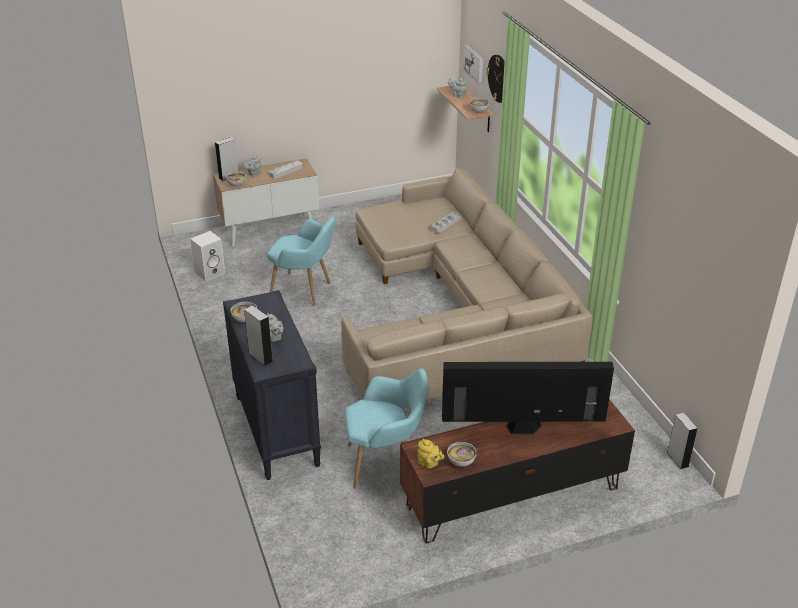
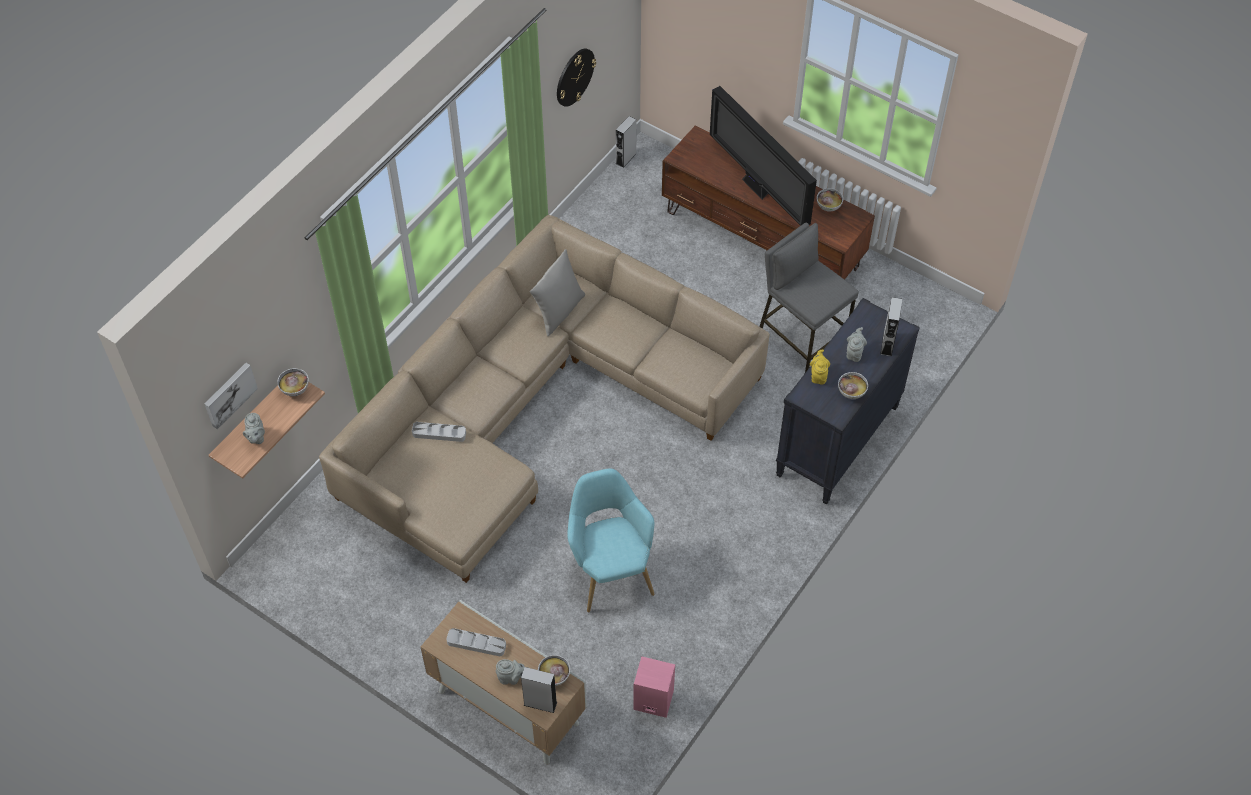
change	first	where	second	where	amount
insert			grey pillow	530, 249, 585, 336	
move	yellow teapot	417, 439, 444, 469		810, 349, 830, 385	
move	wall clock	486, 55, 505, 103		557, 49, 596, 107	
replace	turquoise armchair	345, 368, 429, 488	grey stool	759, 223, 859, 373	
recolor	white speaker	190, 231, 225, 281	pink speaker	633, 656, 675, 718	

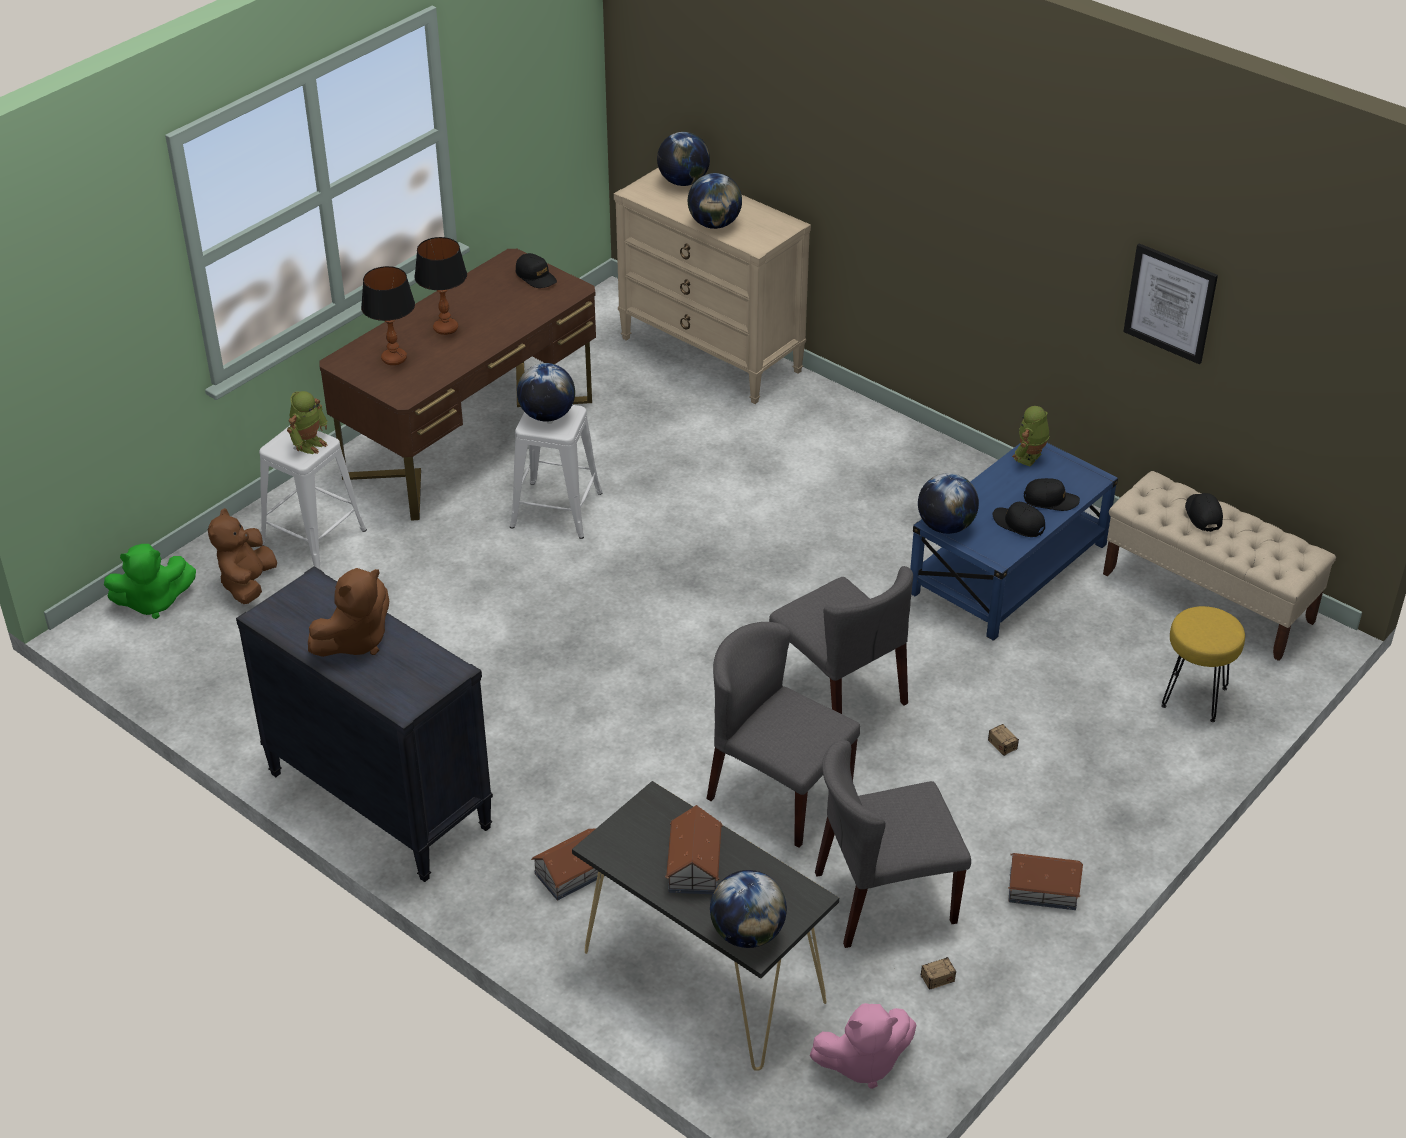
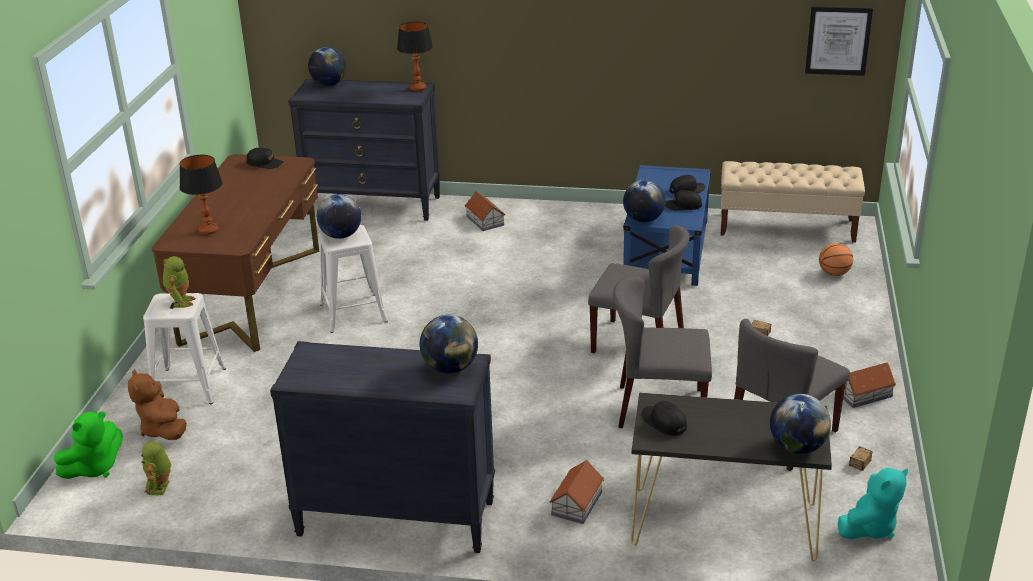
change	first	where	second	where	amount
delete	brown plush toy	308, 568, 389, 657			
move	table lamp	414, 237, 467, 335		397, 22, 433, 91	
move	toy house	665, 805, 723, 894		465, 191, 505, 231	
move	globe	688, 173, 742, 229		420, 315, 478, 373	
move	toy robot	1012, 406, 1050, 467		141, 442, 171, 495	
move	picture	1123, 243, 1218, 364		805, 6, 873, 76	
move	black cap	1185, 493, 1223, 532		642, 401, 687, 436	
replace	yellow stool	1161, 606, 1245, 722	basketball	819, 243, 853, 276	
recolor	beige dresser	614, 168, 811, 404	black dresser	288, 79, 440, 221	
recolor	pink plush toy	810, 1003, 916, 1089	turquoise plush toy	838, 467, 908, 539	

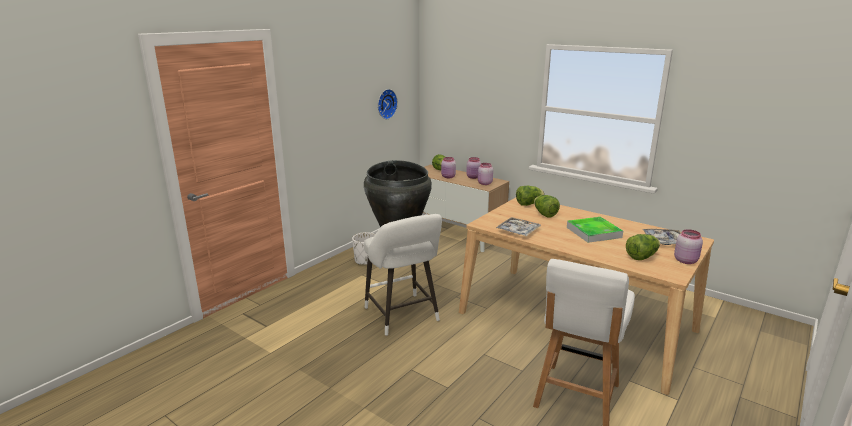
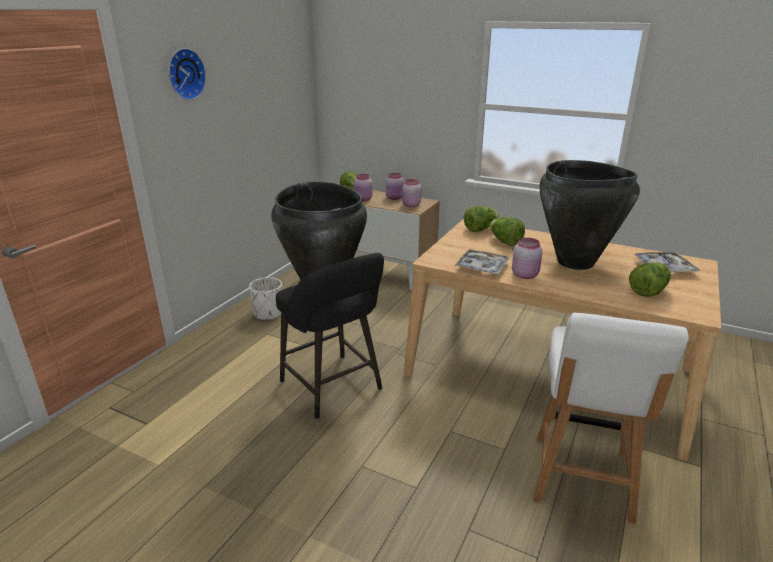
change	first	where	second	where	amount
move	wall clock	378, 89, 398, 119		168, 48, 206, 100	
move	pink jar	674, 229, 703, 264		512, 238, 542, 279	
replace	tray	567, 217, 623, 243	black vase	540, 160, 640, 270	
recolor	white stool	364, 214, 442, 336	black stool	276, 253, 384, 419	

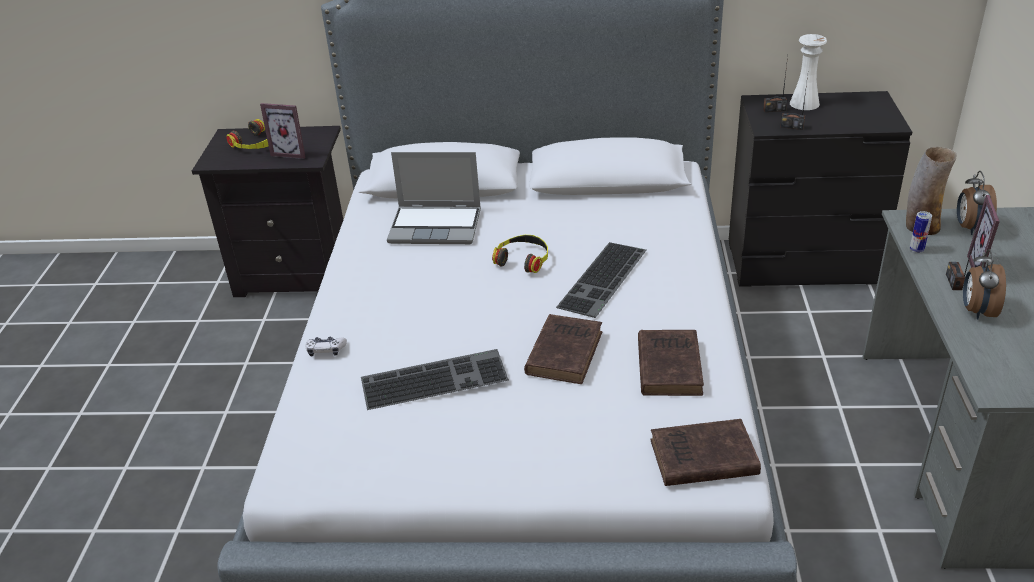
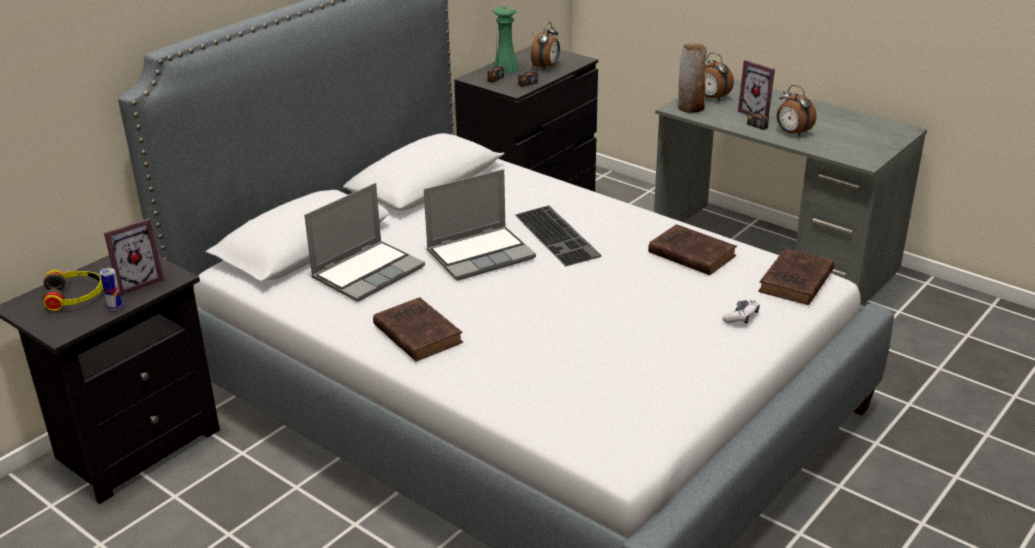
change	first	where	second	where	amount
delete	keyboard	361, 349, 509, 410			
insert			alarm clock	531, 22, 560, 70	
move	game controller	305, 337, 347, 357		722, 300, 760, 324	
move	brown book	524, 314, 602, 384		373, 297, 463, 362	
move	can	910, 211, 932, 253		100, 268, 123, 310	
replace	headphones	492, 235, 548, 273	laptop	424, 169, 536, 281	
recolor	white vase	790, 34, 827, 110	green vase	493, 6, 519, 73	

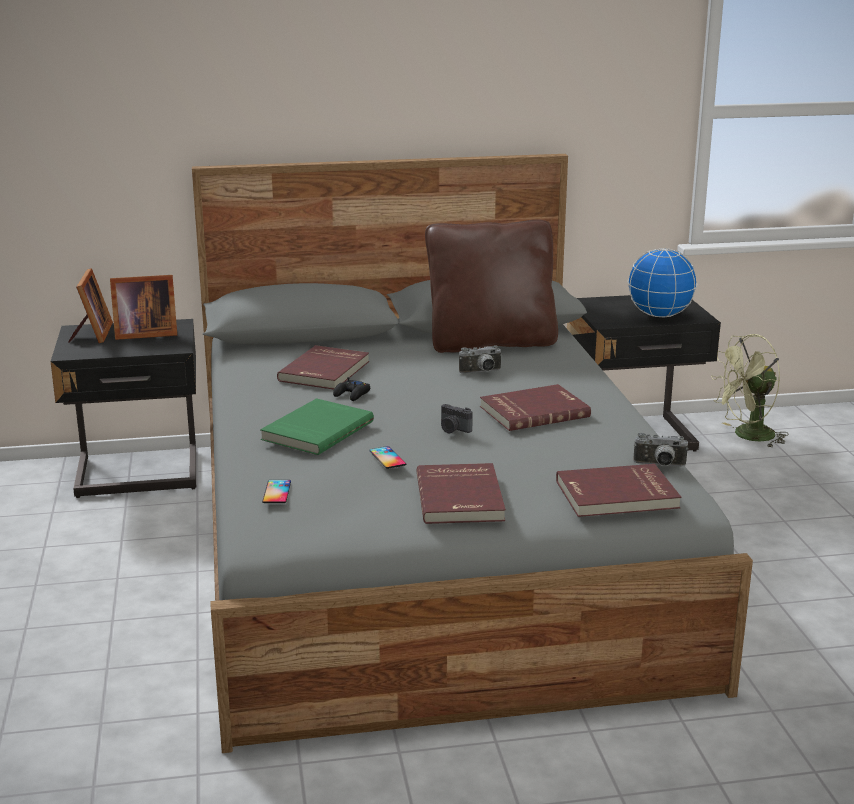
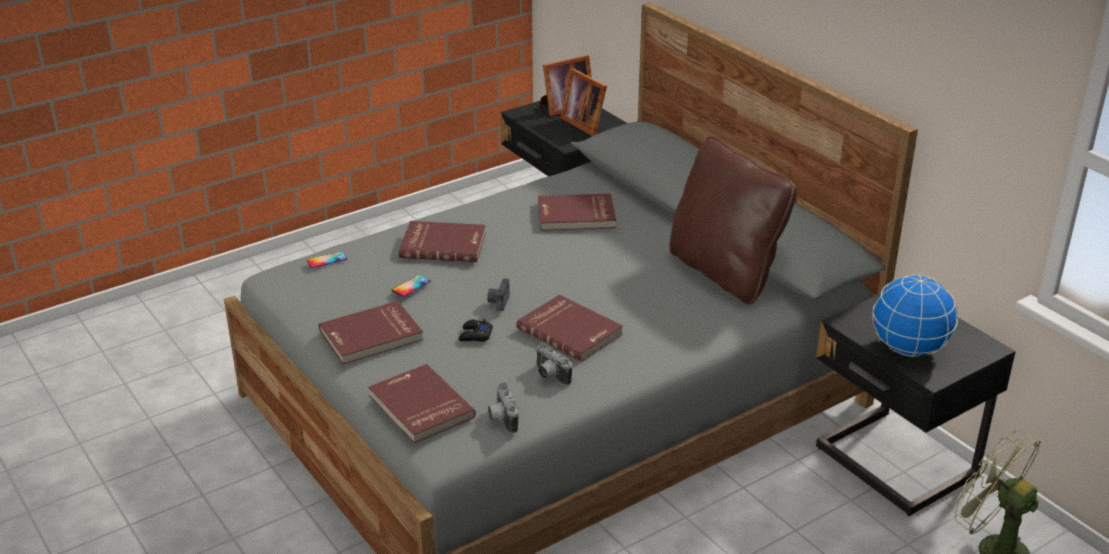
change	first	where	second	where	amount
move	black game controller	333, 377, 370, 401		459, 319, 493, 342	
move	photo camera	459, 345, 501, 374		536, 342, 572, 385	
recolor	green book	260, 398, 374, 455	red book	399, 221, 486, 262	

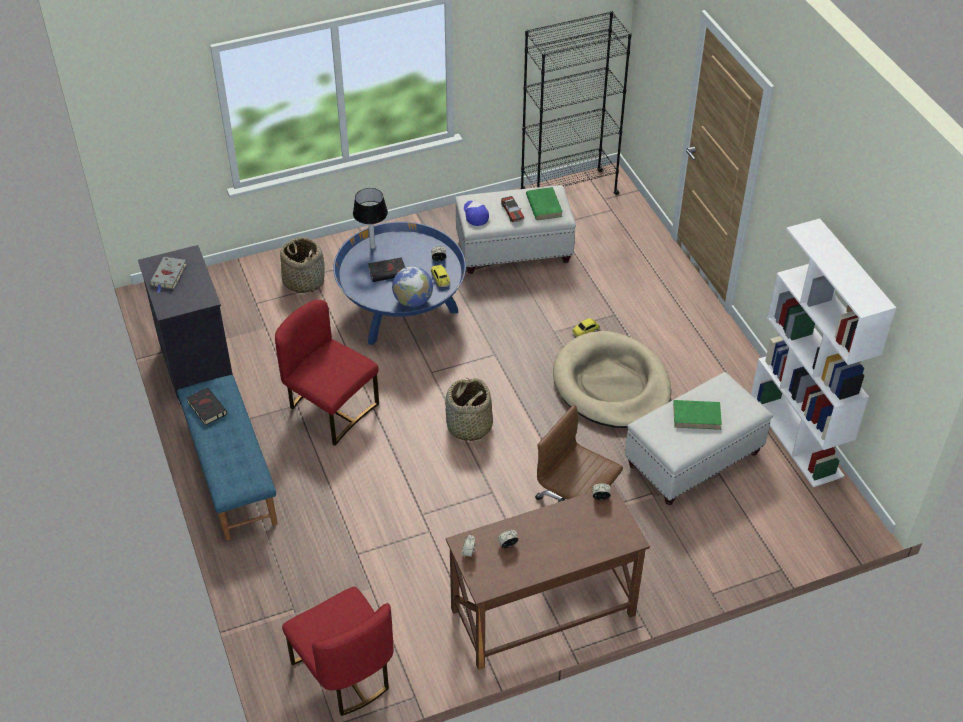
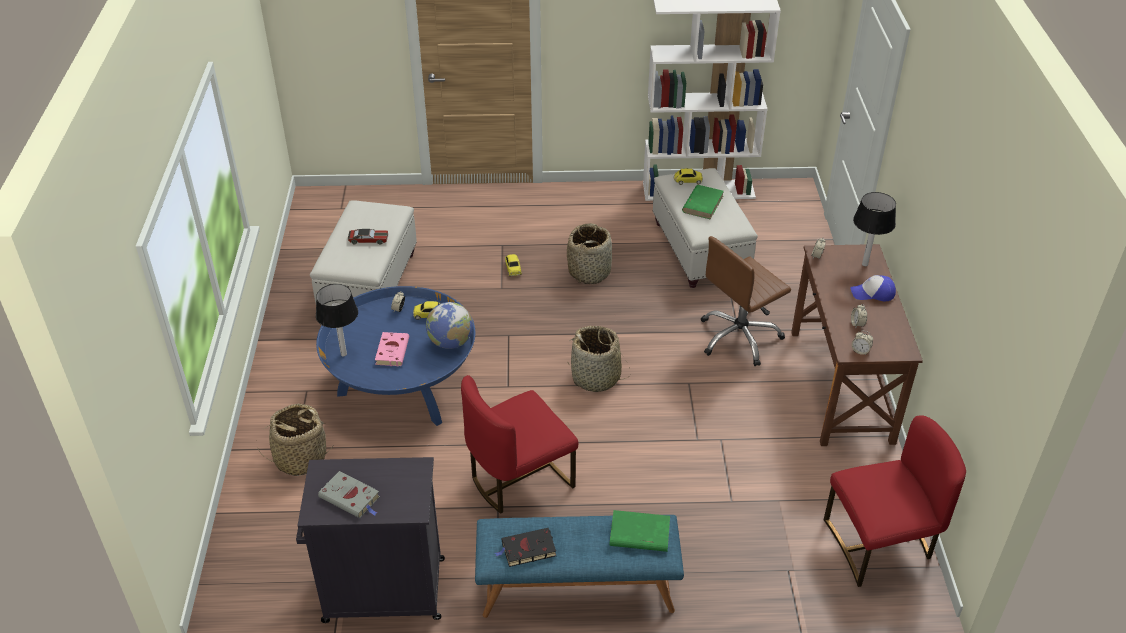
change	first	where	second	where	amount
delete	black bookcase	521, 11, 632, 195			
insert			toy car	674, 168, 703, 185	
insert			table lamp	853, 192, 896, 266	
move	cap	464, 201, 489, 226		850, 275, 896, 301	
move	green book	526, 187, 563, 220		609, 510, 670, 552	
replace	beige dog bed	553, 331, 671, 428	basket	567, 223, 612, 284	
recolor	black book	368, 257, 405, 282	pink book	375, 332, 409, 367	

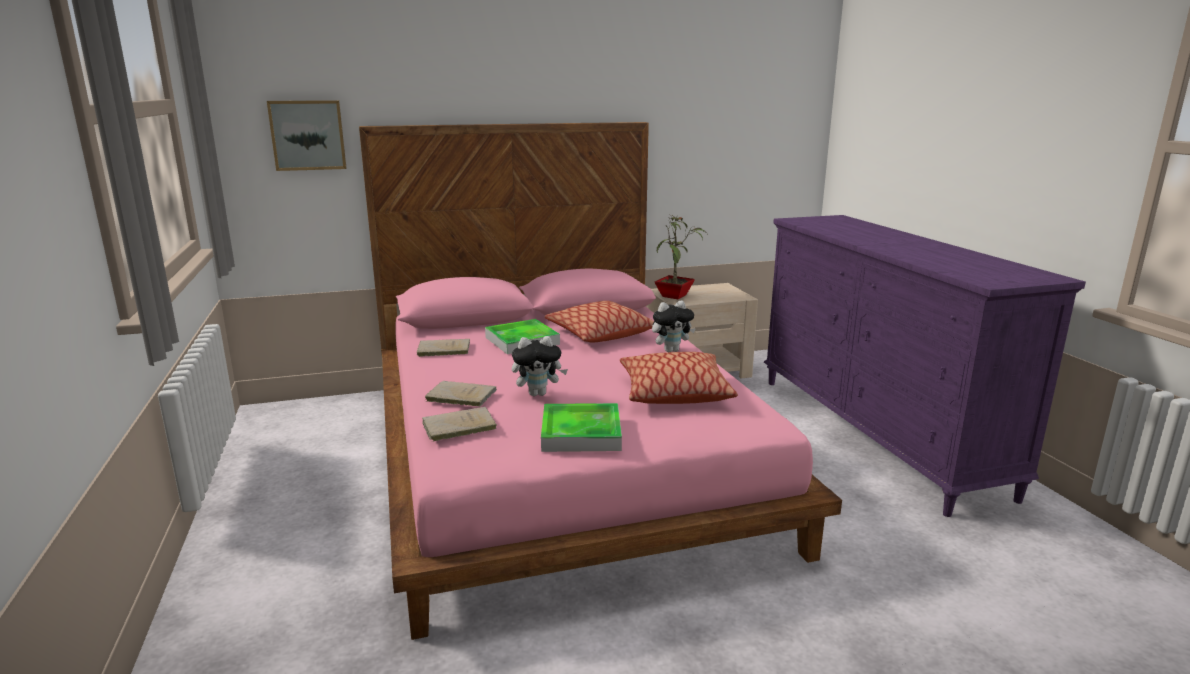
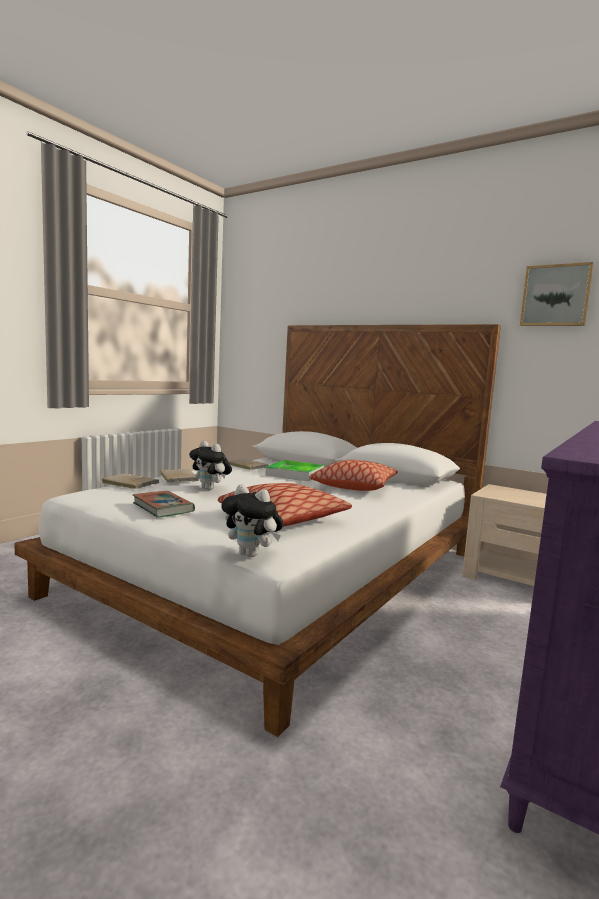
change	first	where	second	where	amount
delete	potted plant	654, 215, 708, 299			
move	picture	267, 100, 346, 171		520, 262, 594, 326	
move	plush toy	652, 301, 696, 352		221, 485, 283, 557	
replace	tray	541, 403, 622, 452	book	133, 491, 195, 518	
recolor	pink bed	359, 122, 842, 640	white bed	14, 324, 501, 737	

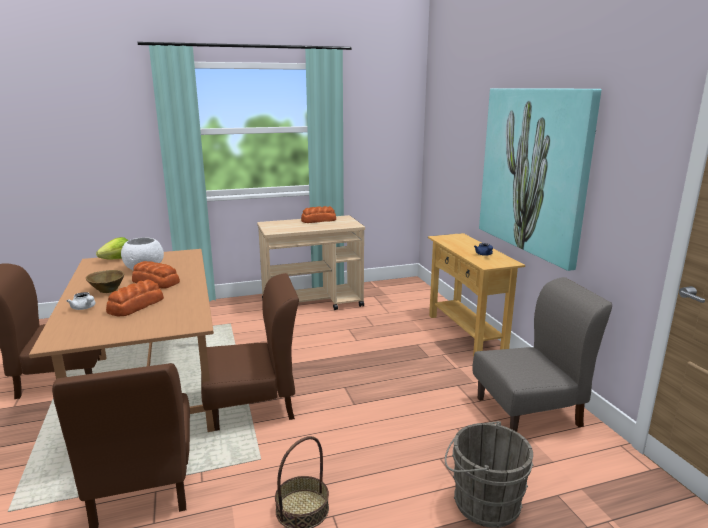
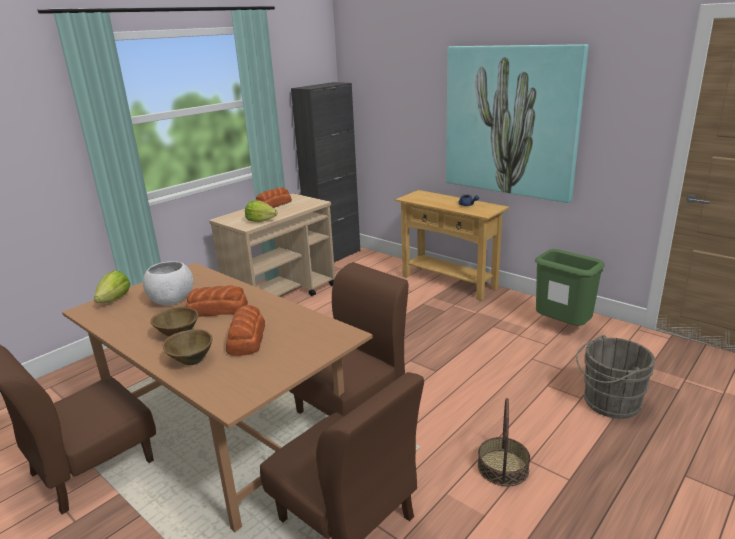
change	first	where	second	where	amount
insert			lettuce	245, 201, 278, 222	
insert			black cabinet	291, 82, 360, 262	
replace	white teapot	67, 292, 95, 310	brown bowl	163, 329, 213, 365	
replace	grey chair	472, 277, 612, 432	green trash can	535, 249, 605, 326	

